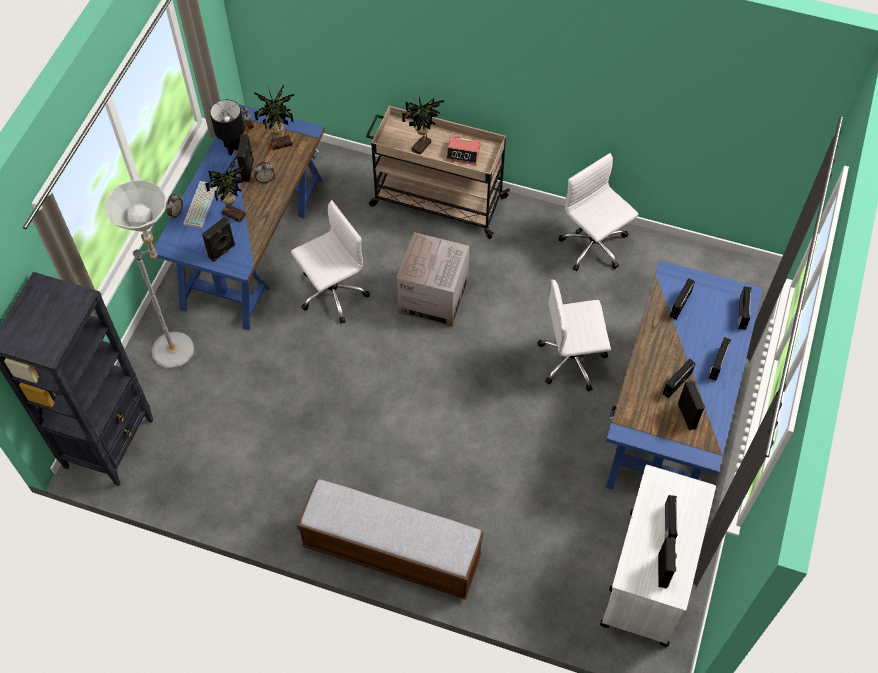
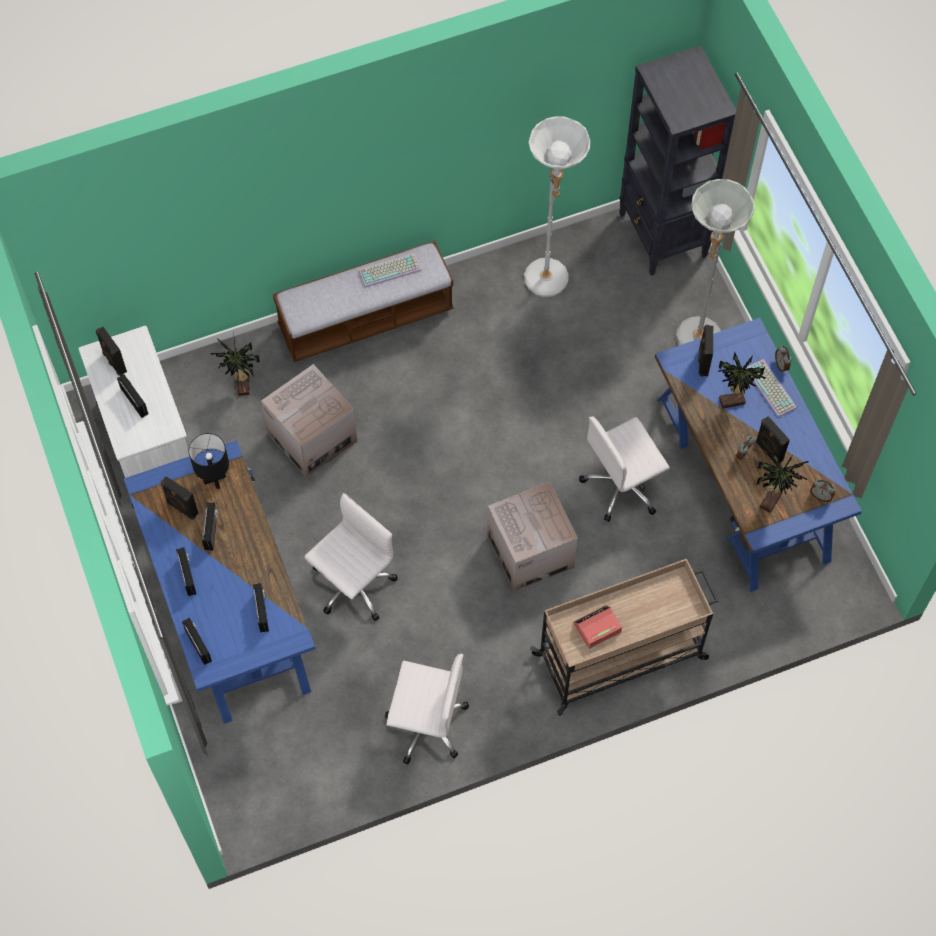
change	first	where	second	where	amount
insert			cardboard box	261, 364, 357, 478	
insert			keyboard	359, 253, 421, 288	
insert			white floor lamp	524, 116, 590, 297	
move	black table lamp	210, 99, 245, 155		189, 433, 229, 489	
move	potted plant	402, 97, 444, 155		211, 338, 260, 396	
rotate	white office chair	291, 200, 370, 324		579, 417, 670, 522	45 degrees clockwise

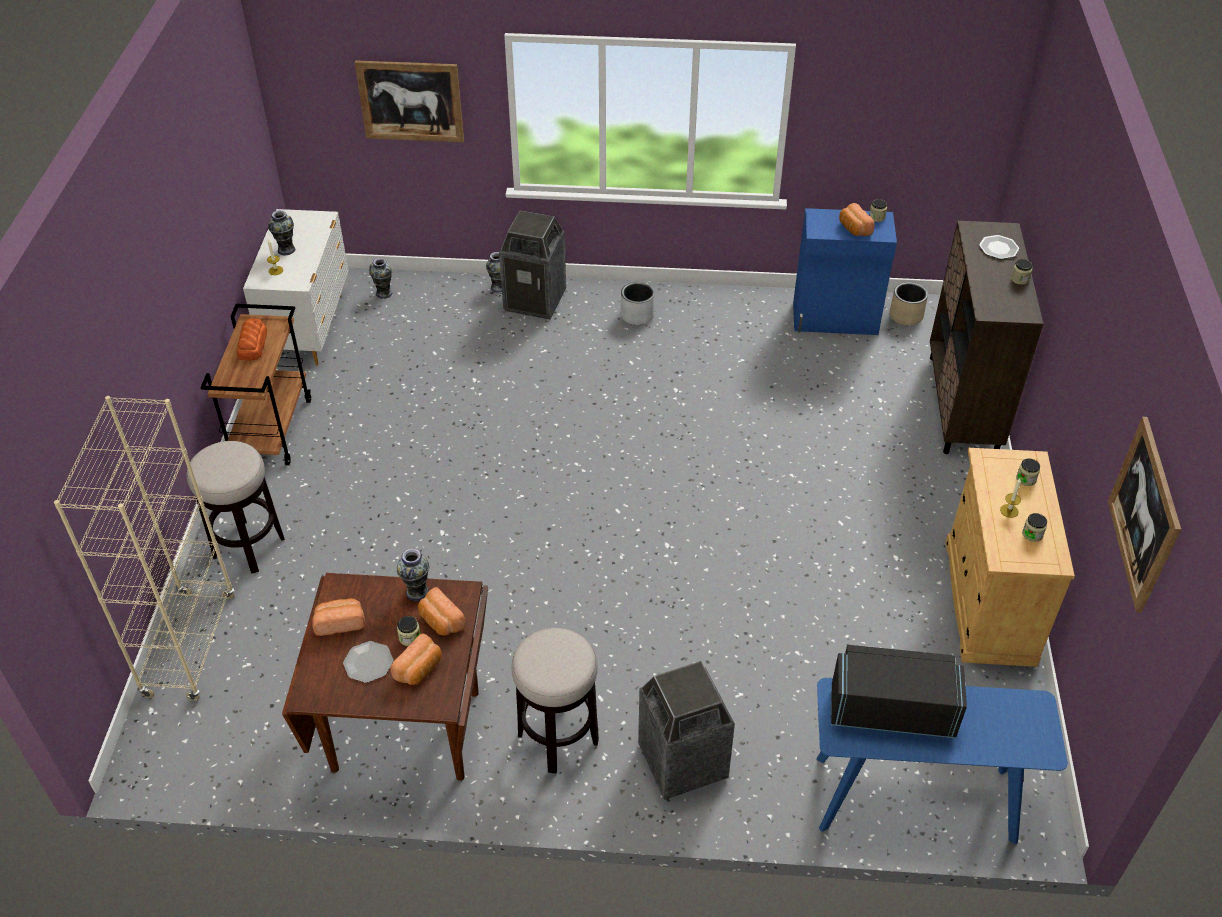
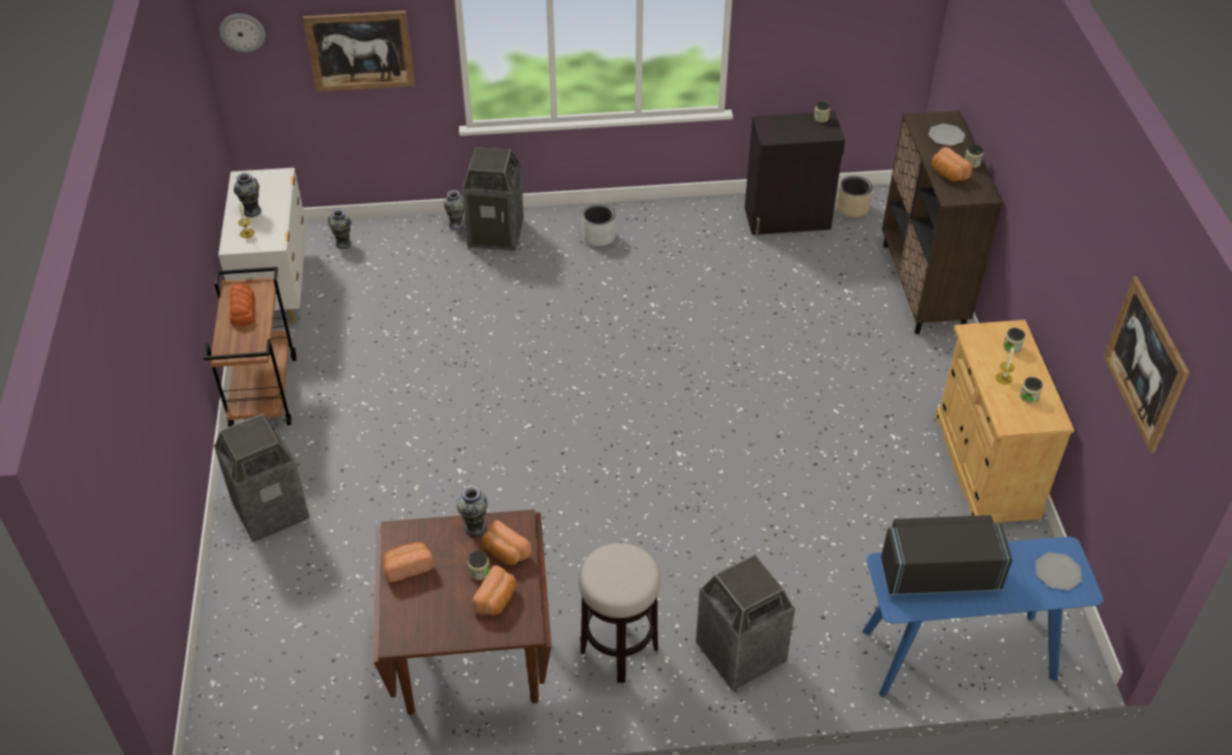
change	first	where	second	where	amount
delete	beige bookcase	54, 396, 235, 701			
insert			wall clock	219, 14, 265, 52	
move	plate	343, 641, 394, 683		1036, 552, 1082, 590	
move	bread	839, 203, 875, 236		932, 147, 972, 182	
replace	stool	186, 441, 285, 574	trash can	214, 414, 310, 542	
recolor	blue cabinet	793, 208, 897, 335	black cabinet	745, 111, 845, 236	

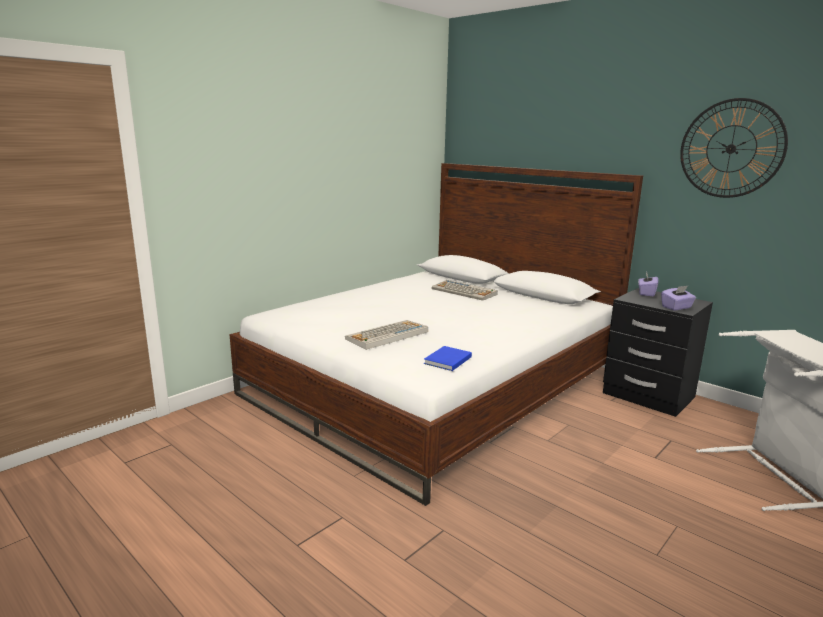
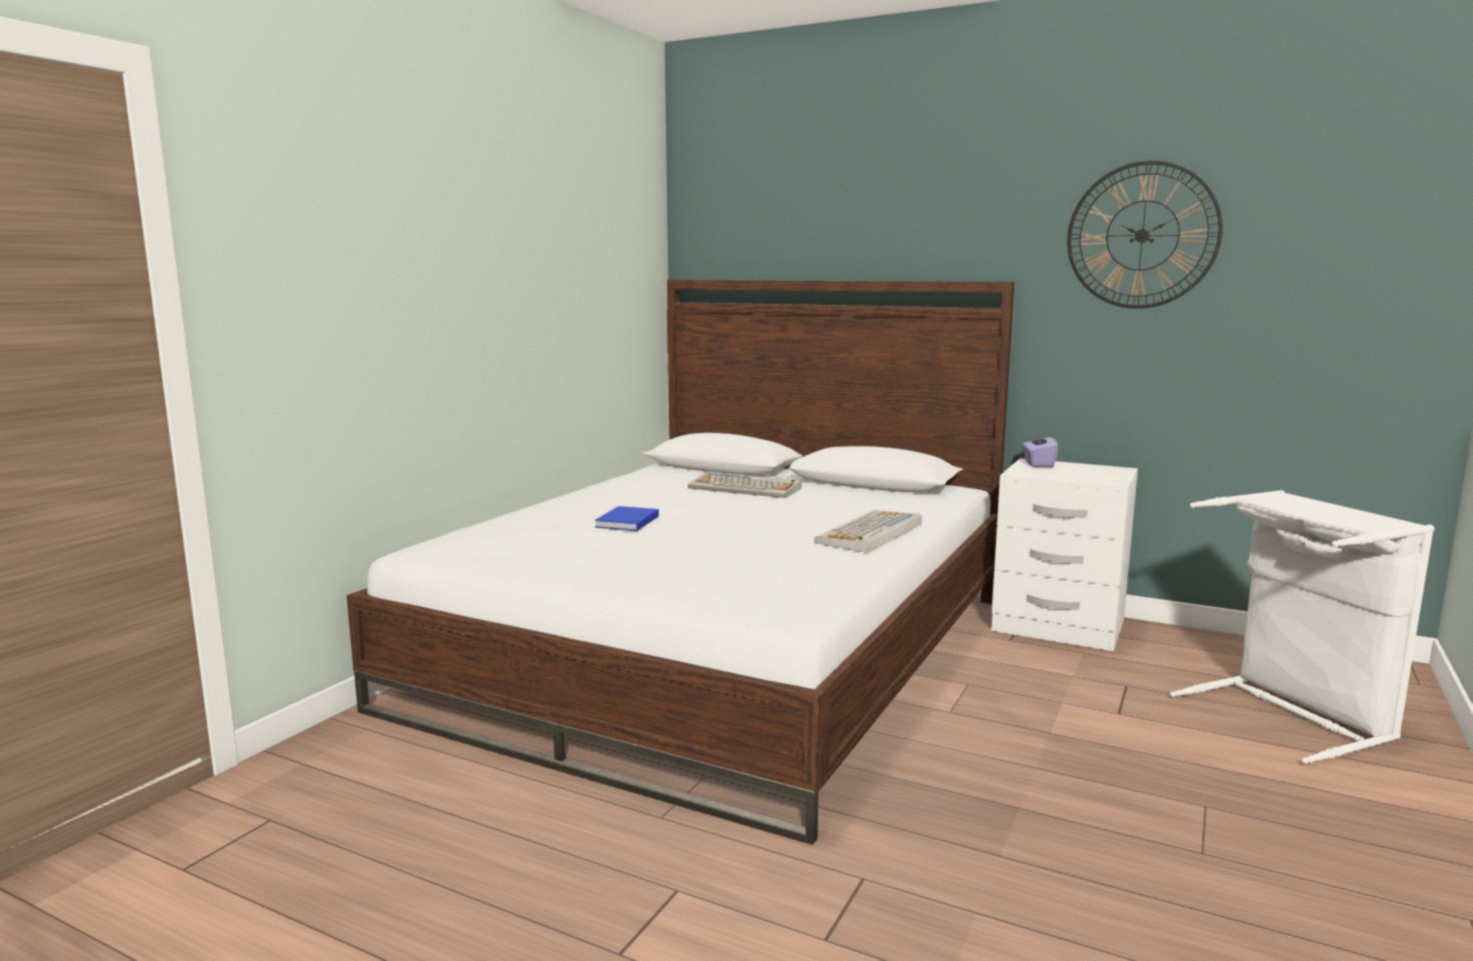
change	first	where	second	where	amount
delete	purple tissue box	661, 286, 696, 311			
move	keyboard	345, 320, 428, 350		814, 510, 922, 553	
move	blue book	424, 346, 472, 371		595, 506, 659, 531	
recolor	black nightstand	603, 288, 713, 417	white nightstand	991, 458, 1138, 651	

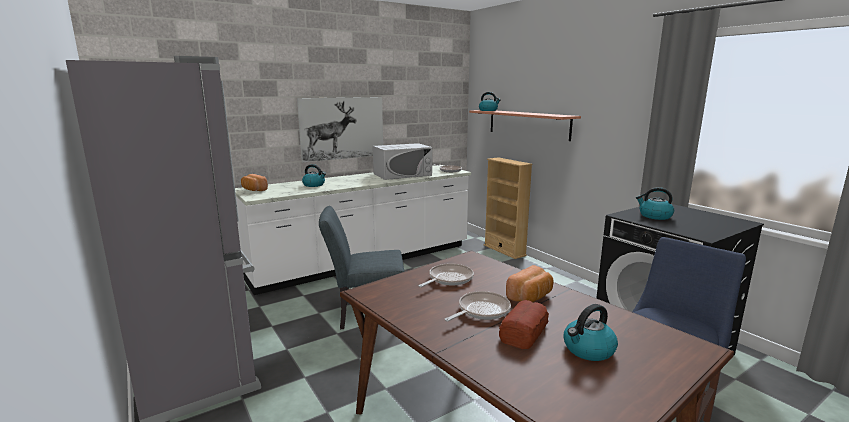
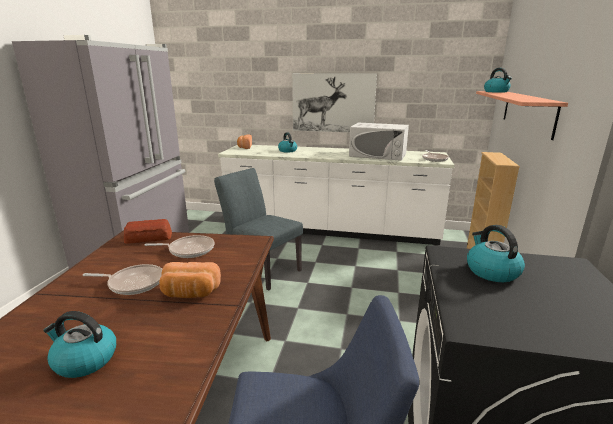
change	first	where	second	where	amount
move	bread	499, 300, 549, 349		124, 219, 172, 244	

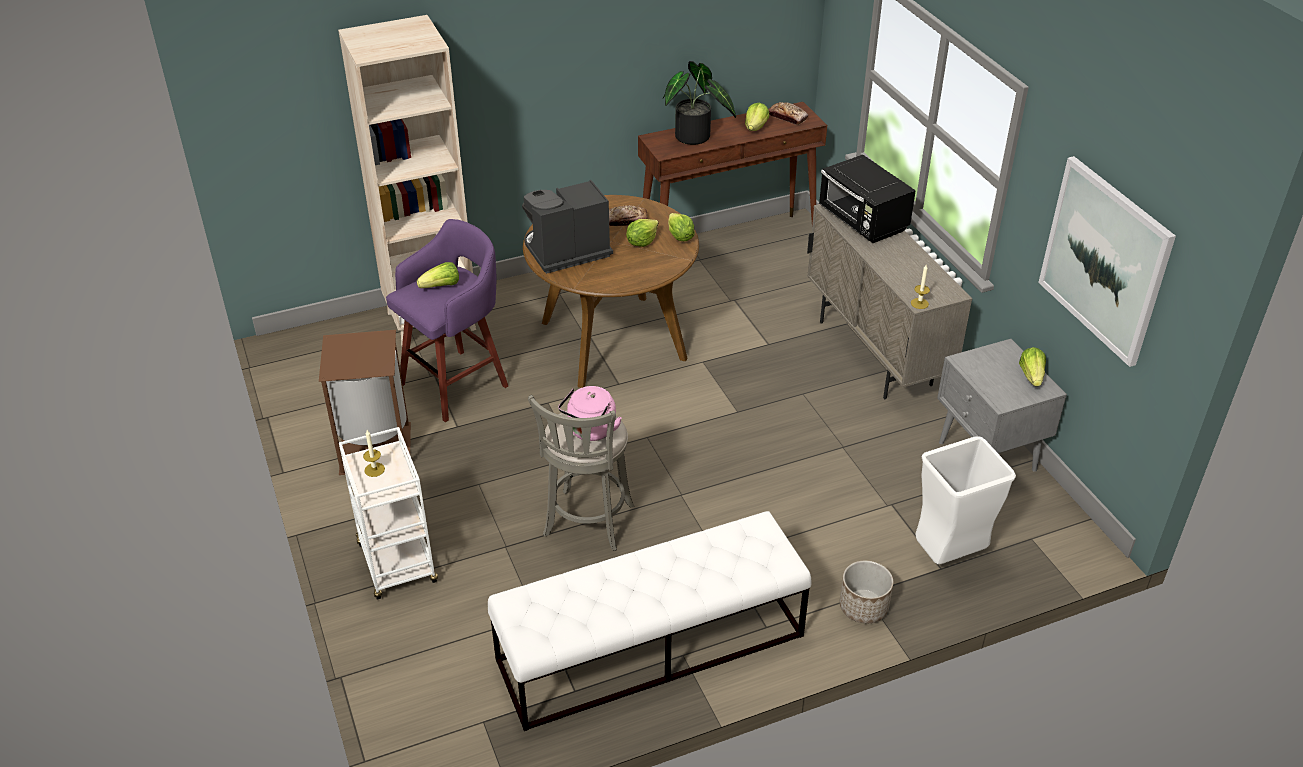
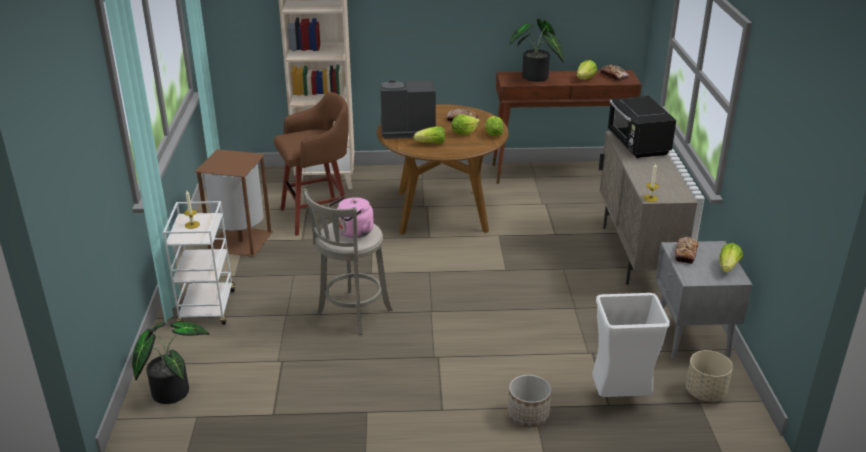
change	first	where	second	where	amount
delete	white bench	488, 511, 811, 731			
delete	picture	1038, 156, 1176, 367			
insert			potted plant	132, 322, 210, 404	
insert			bread	675, 237, 698, 264	
insert			beige planter	686, 350, 733, 402	
move	lettuce	417, 262, 459, 288		413, 126, 445, 144	
recolor	purple stool	386, 219, 508, 422	brown stool	274, 92, 348, 236	

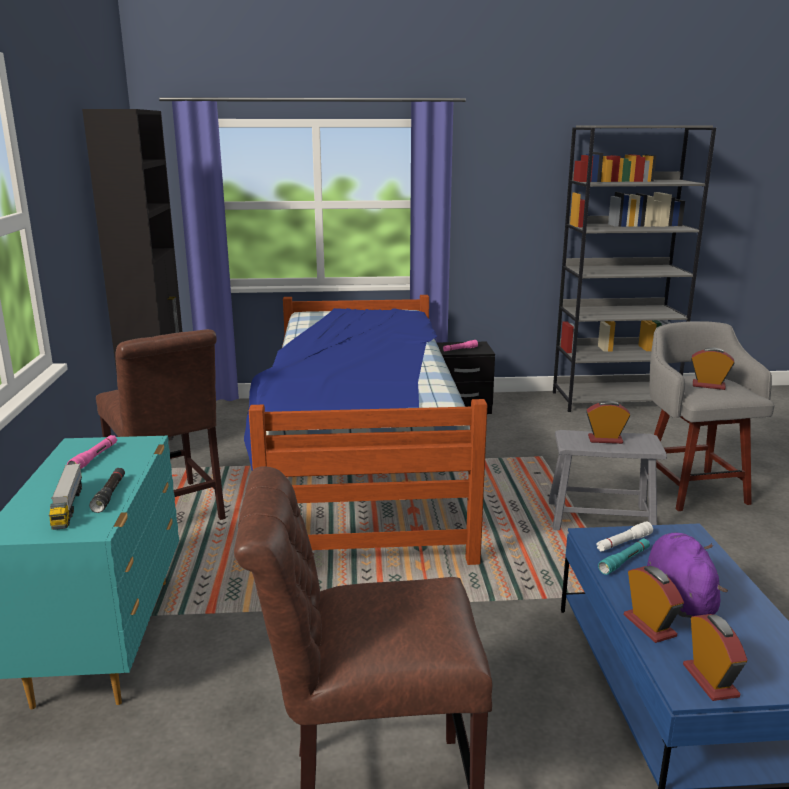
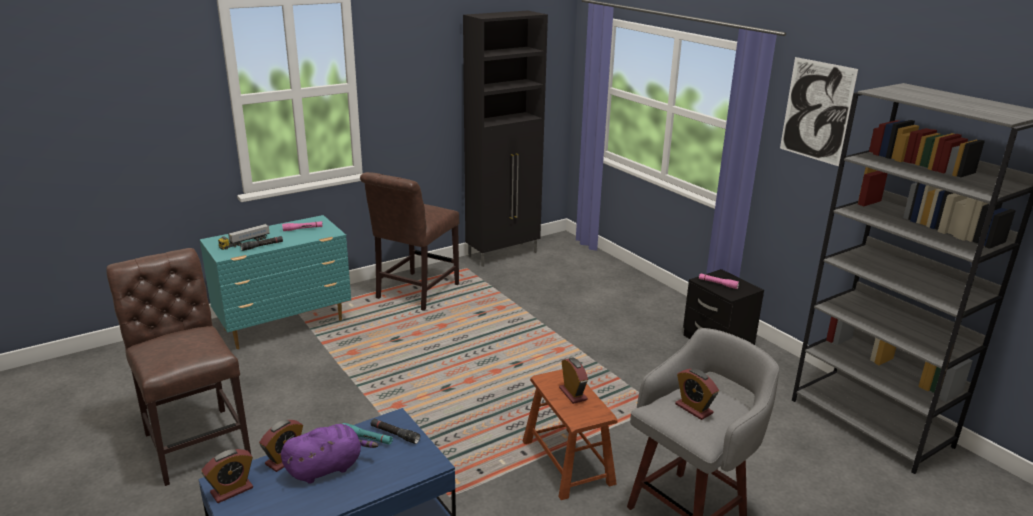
change	first	where	second	where	amount
delete	bed	244, 295, 487, 565			
insert			picture	780, 57, 858, 166	
recolor	grey stool	549, 430, 667, 530	brown stool	522, 369, 618, 500	
recolor	white flashlight	596, 522, 653, 551	black flashlight	370, 418, 420, 444	
rotate	alarm clock	691, 348, 735, 390		675, 368, 719, 420	150 degrees clockwise

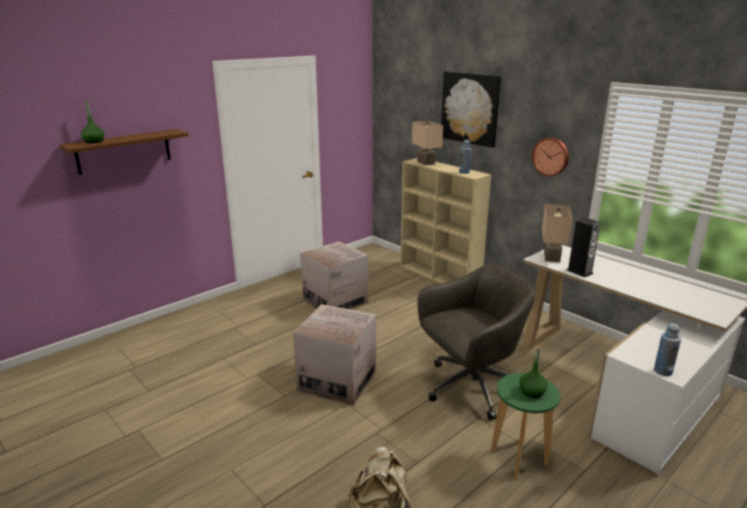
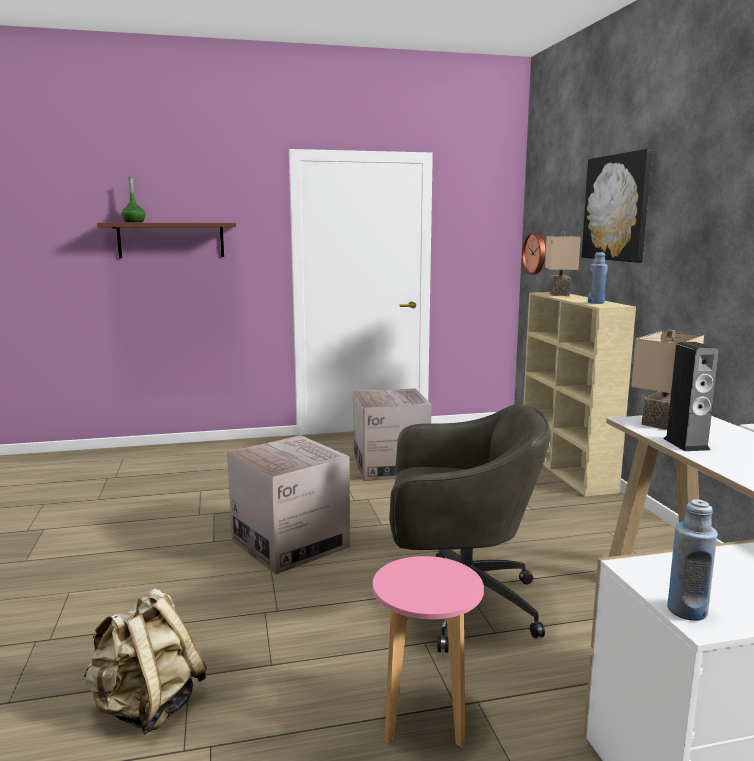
change	first	where	second	where	amount
delete	green bottle	519, 346, 548, 398			
move	wall clock	532, 138, 569, 176		522, 232, 545, 275	
recolor	green stool	491, 373, 560, 479	pink stool	373, 556, 484, 748	

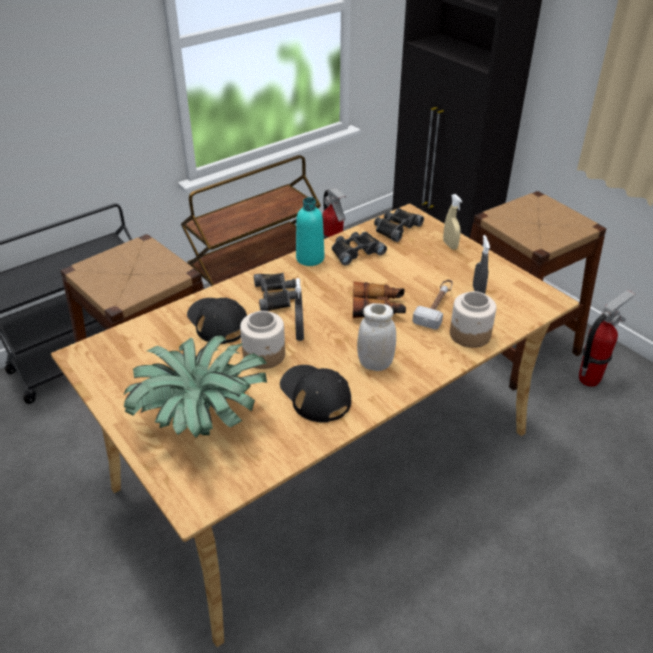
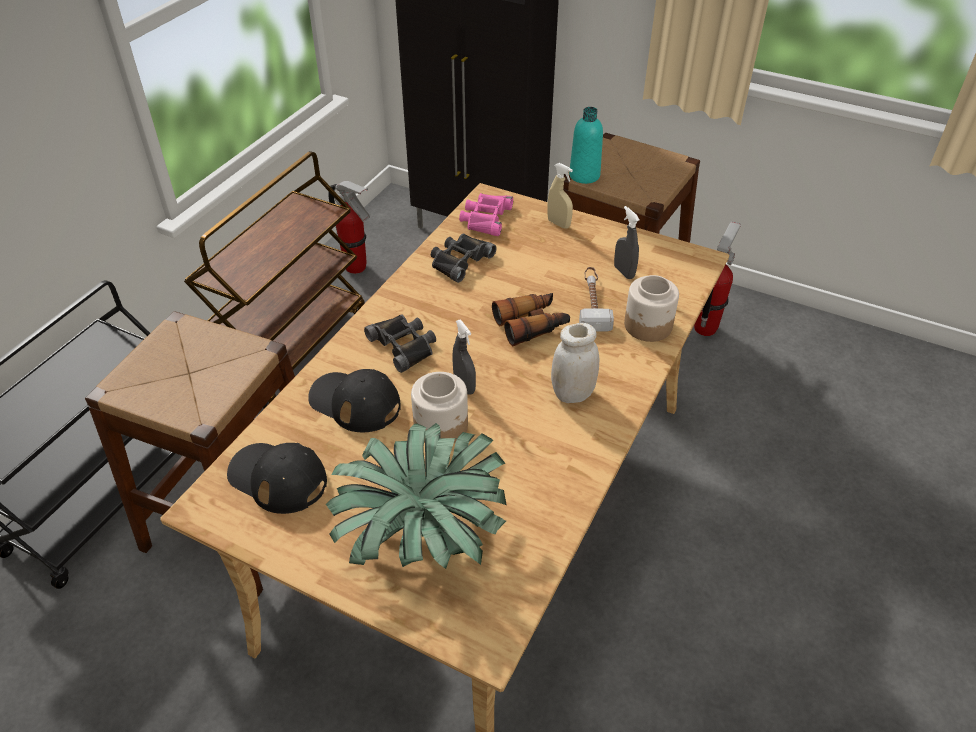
change	first	where	second	where	amount
move	black cap	280, 365, 351, 423		227, 443, 327, 514	
move	turquoise bottle	296, 197, 325, 266		569, 107, 603, 184	
recolor	black binoculars	374, 208, 424, 242	pink binoculars	459, 193, 513, 236	

